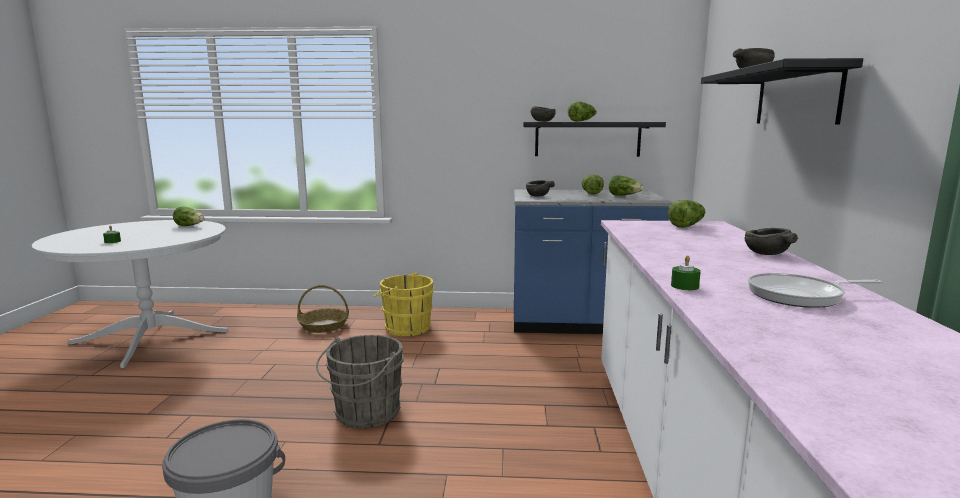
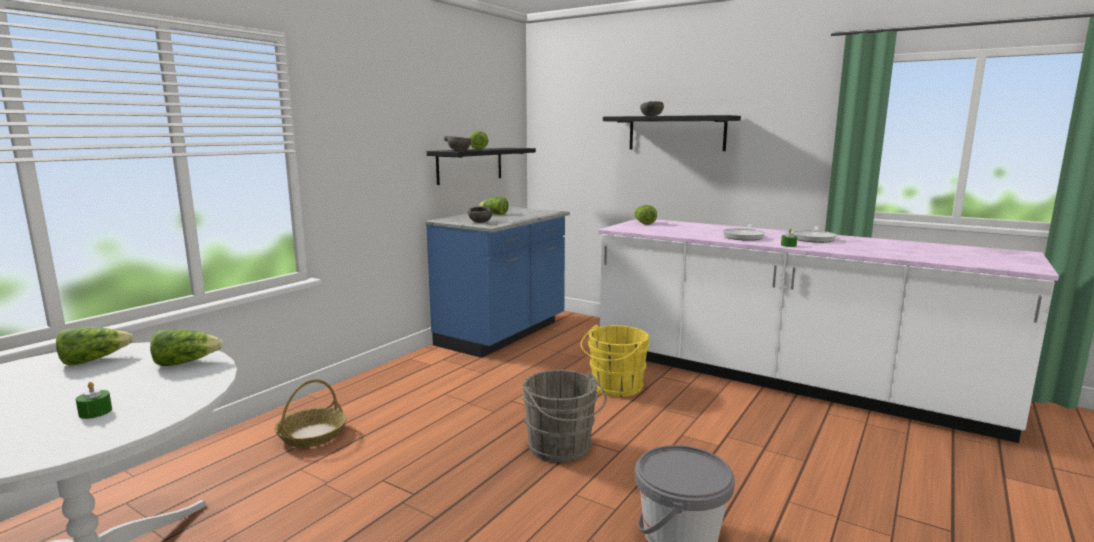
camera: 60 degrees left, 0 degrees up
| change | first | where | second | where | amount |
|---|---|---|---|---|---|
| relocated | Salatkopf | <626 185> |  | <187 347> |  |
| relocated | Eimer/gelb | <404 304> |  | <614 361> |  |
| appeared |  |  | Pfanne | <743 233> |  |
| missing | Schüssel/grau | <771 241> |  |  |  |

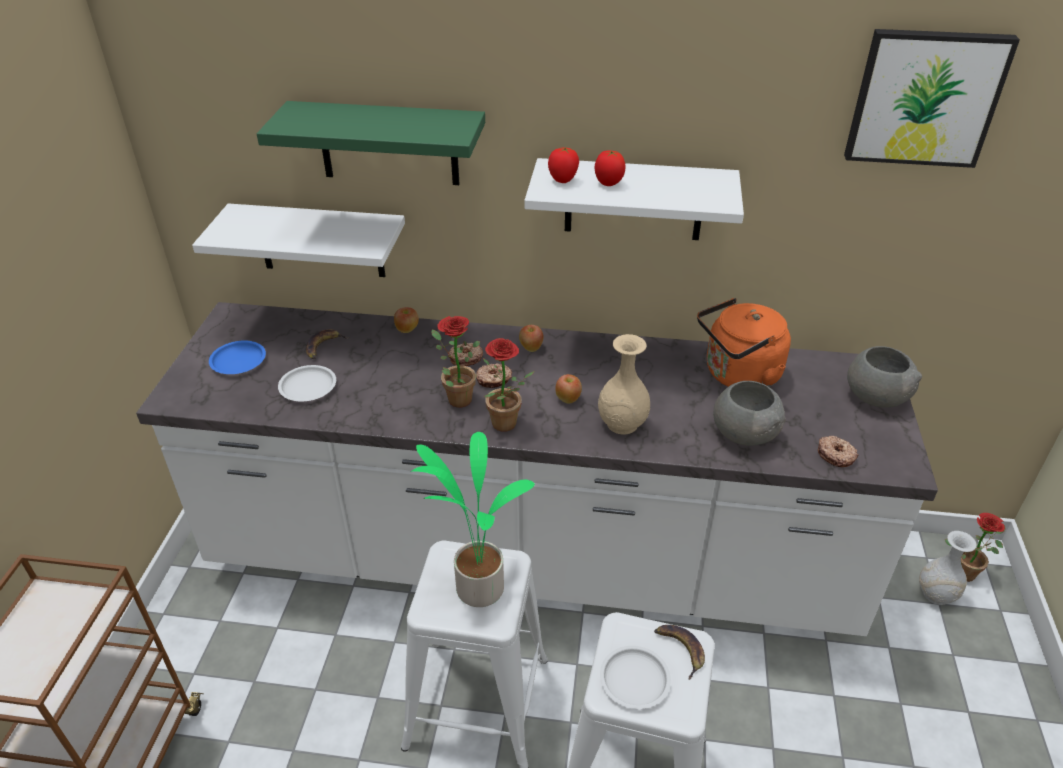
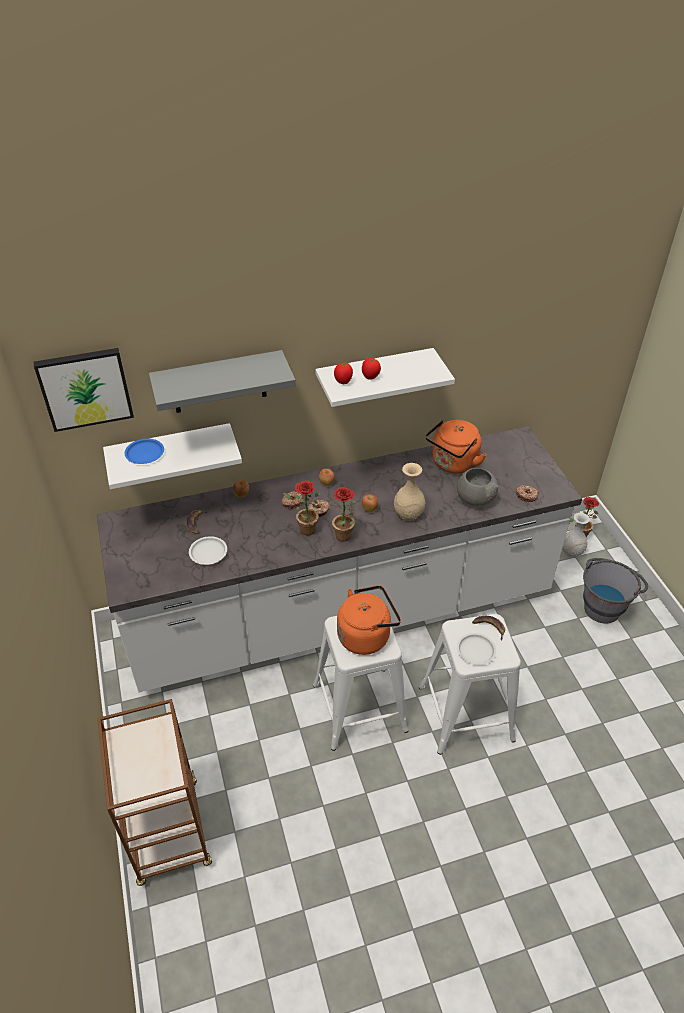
camera: 25 degrees left, 5 degrees up
| change | first | where | second | where | amount |
|---|---|---|---|---|---|
| relocated | Bild | <932 98> |  | <84 390> |  |
| relocated | Teller/blau | <237 357> |  | <144 451> |  |
| colour | Wandregal/grün | <371 143> | Wandregal/grau | <222 381> |  |
| exchanged | Topfpflanze | <473 519> | Wasserkessel/orange | <369 620> |  |
| appeared |  |  | Eimer/grau | <615 591> |  |
| missing | Schüssel/grau | <884 377> |  |  |  |

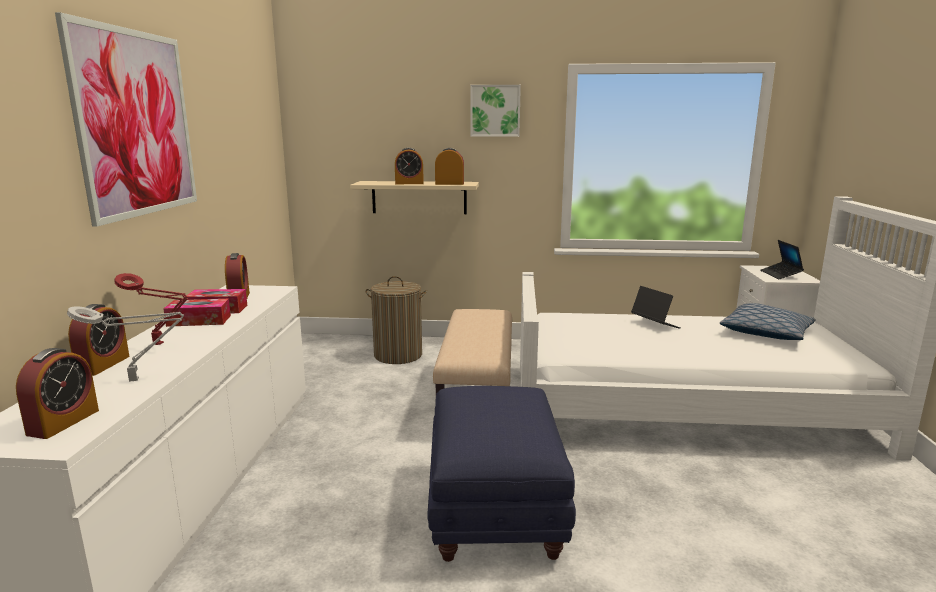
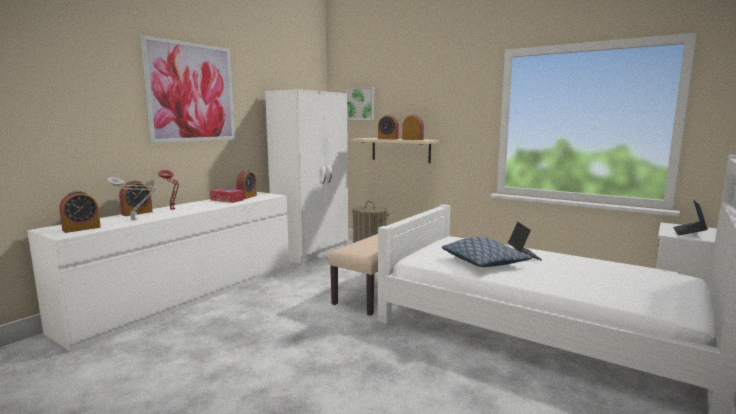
camera: 30 degrees right, 5 degrees down
| change | first | where | second | where | amount |
|---|---|---|---|---|---|
| appeared |  |  | Kleiderschrank/weiß | <306 176> |  |
| relocated | Bild | <495 111> |  | <360 103> |  |
| relocated | Kissen | <768 321> |  | <487 252> |  |
| missing | Taschentuchbox | <197 313> |  |  |  |
| missing | Polsterhocker/blau | <501 474> |  |  |  |

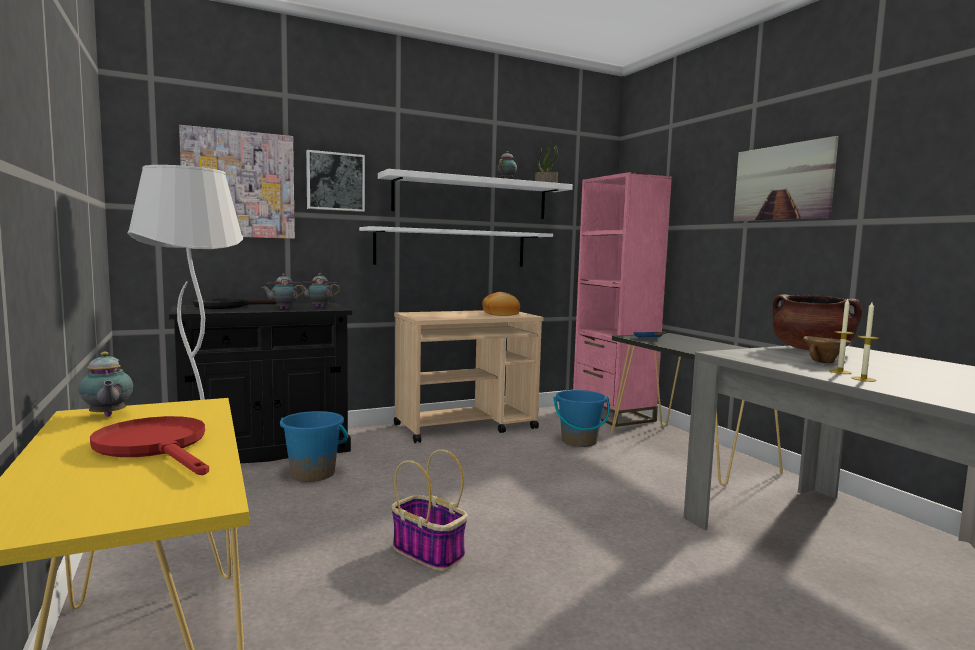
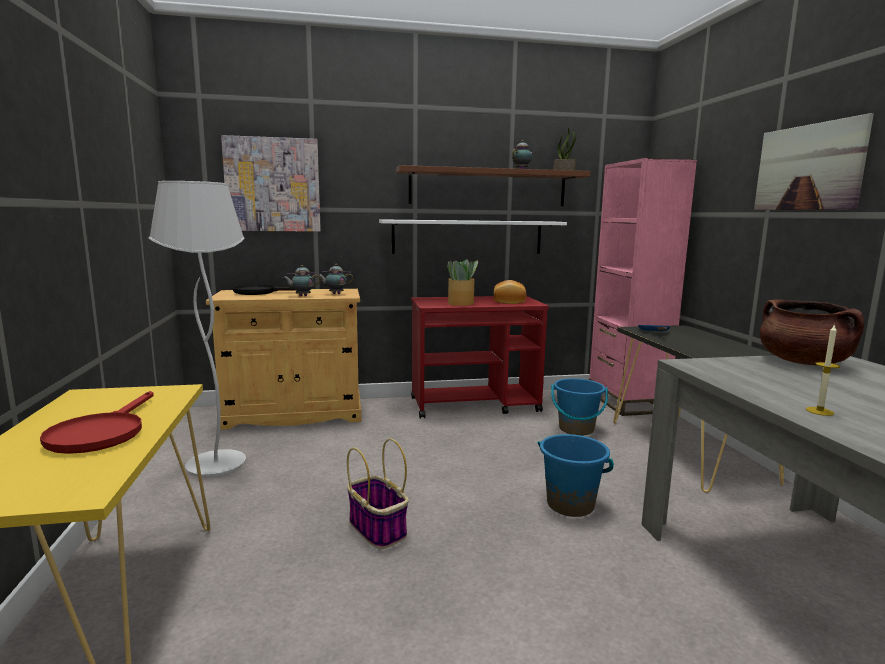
camera: 15 degrees right, 5 degrees up
| change | first | where | second | where | amount |
|---|---|---|---|---|---|
| spun | Pfanne/rot | <149 445> |  | <97 422> | 150 degrees counterclockwise |
| colour | Schrank/schwarz | <260 383> | Schrank/beige | <283 359> |  |
| colour | Wandregal/weiß | <475 194> | Wandregal/braun | <493 185> |  |
| colour | Rollwagen/beige | <468 376> | Rollwagen/rot | <480 357> |  |
| appeared |  |  | Topfpflanze | <462 282> |  |
| relocated | Eimer/blau | <314 446> |  | <576 475> |  |
| missing | Teekanne | <106 384> |  |  |  |
| missing | Bild | <335 181> |  |  |  |
| missing | Schüssel/braun | <827 349> |  |  |  |
| missing | Kerze | <841 336> |  |  |  |

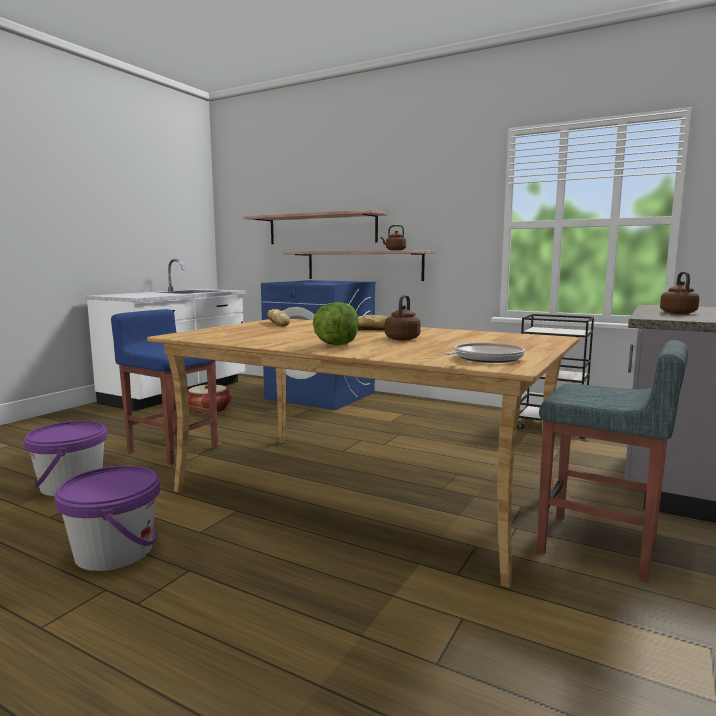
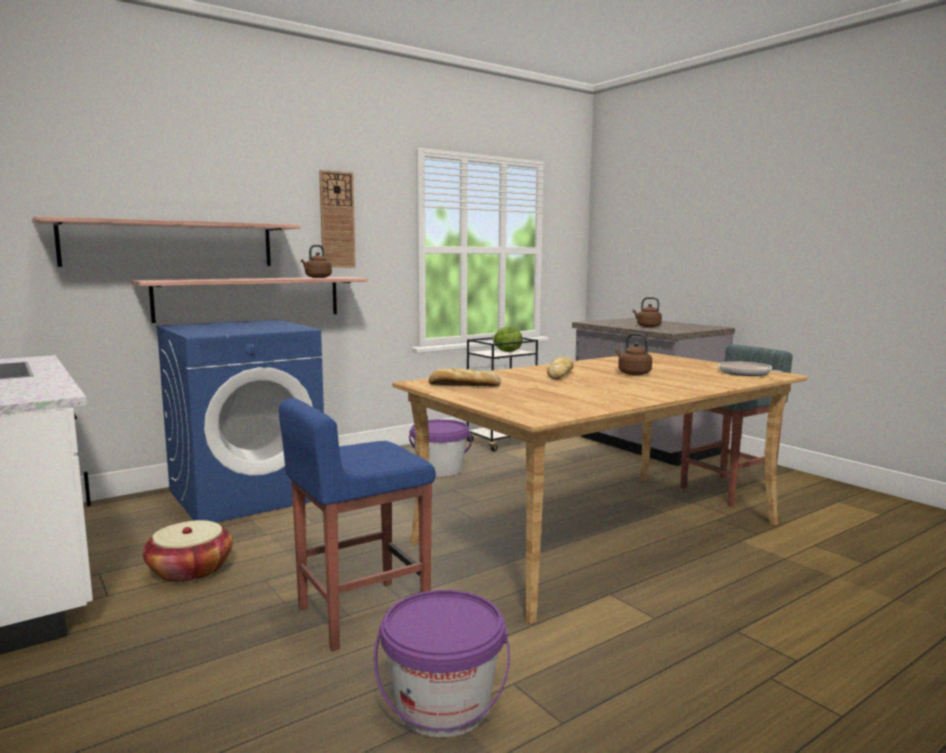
camera: 65 degrees left, 0 degrees up
| change | first | where | second | where | amount |
|---|---|---|---|---|---|
| appeared |  |  | Wanduhr | <337 219> |  |
| relocated | Eimer/lila | <107 518> |  | <440 448> |  |
| relocated | Salatkopf | <336 324> |  | <507 339> |  |

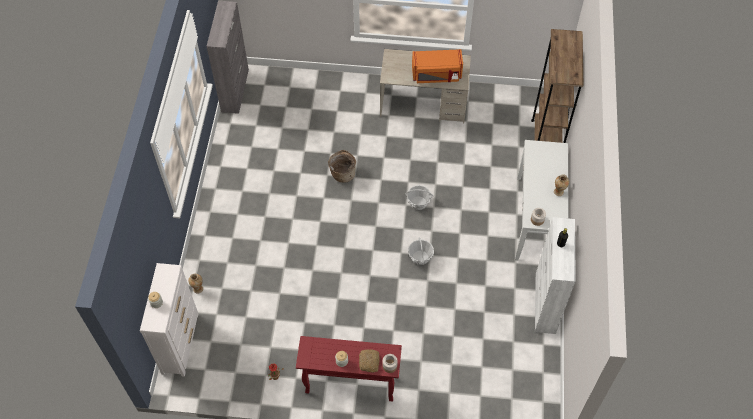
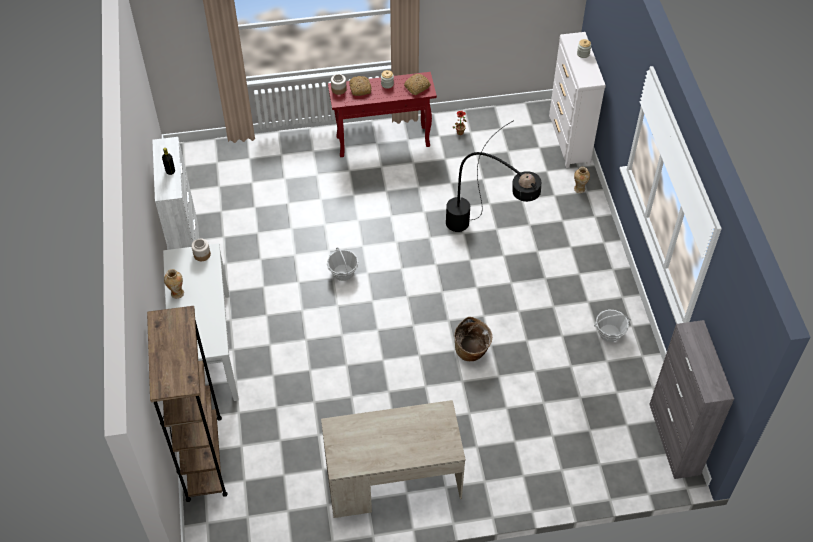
camera: 165 degrees right, 5 degrees down
| change | first | where | second | where | amount |
|---|---|---|---|---|---|
| appeared |  |  | Brot | <417 84> |  |
| appeared |  |  | Stehlampe/schwarz | <493 176> |  |
| relocated | Korb | <419 197> |  | <612 326> |  |
| missing | Mikrowelle/orange | <437 66> |  |  |  |

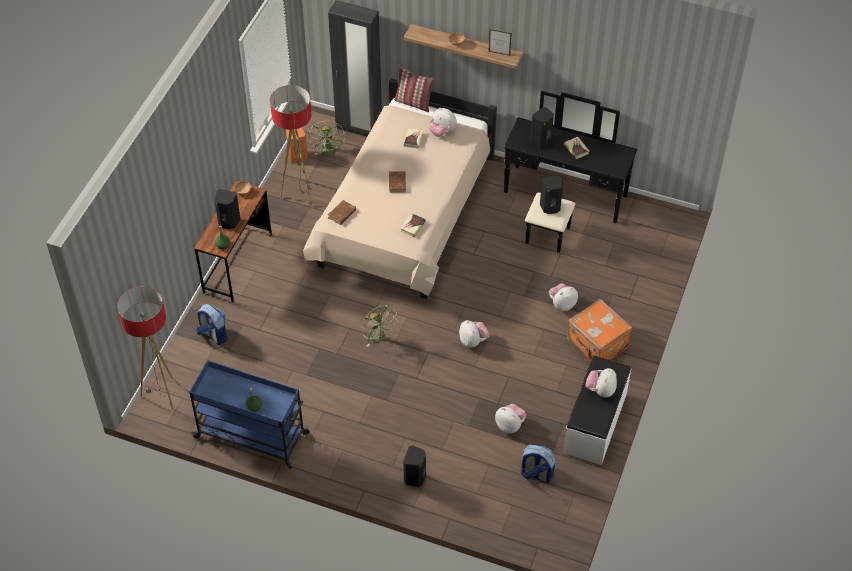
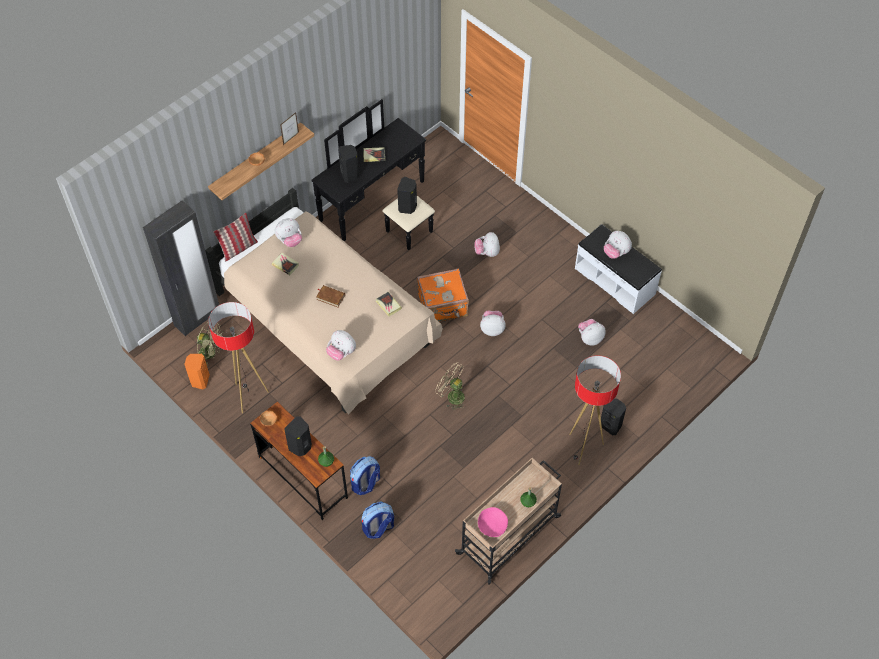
camera: 65 degrees left, 5 degrees up
| change | first | where | second | where | amount |
|---|---|---|---|---|---|
| exchanged | Buch/braun | <342 212> | Plüschtier | <341 345> |  |
| relocated | Rucksack | <538 464> |  | <365 475> |  |
| relocated | Koffer/orange | <599 330> |  | <443 295> |  |
| spun | Ventilator/beige | <379 326> |  | <450 386> | 135 degrees counterclockwise |
| colour | Rollwagen/blau | <249 414> | Rollwagen/beige | <508 521> |  |
| appeared |  |  | Schüssel/rosa | <493 522> |  |
| relocated | Stehlampe | <145 347> |  | <595 410> |  |

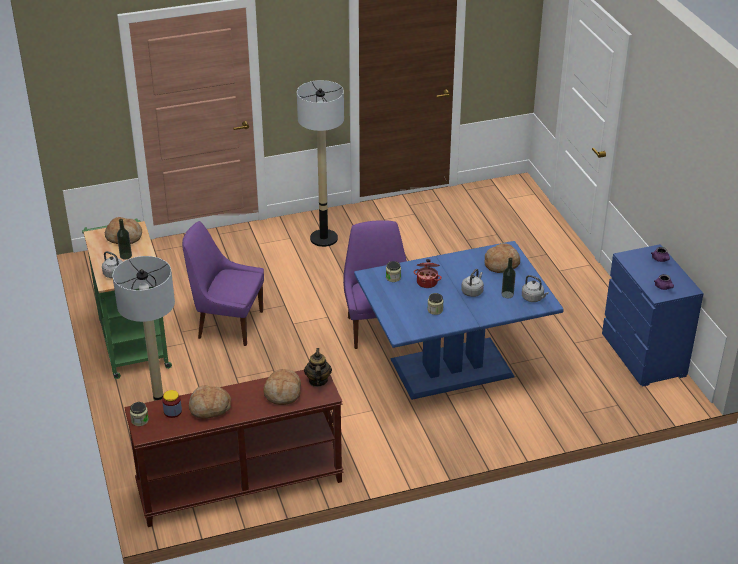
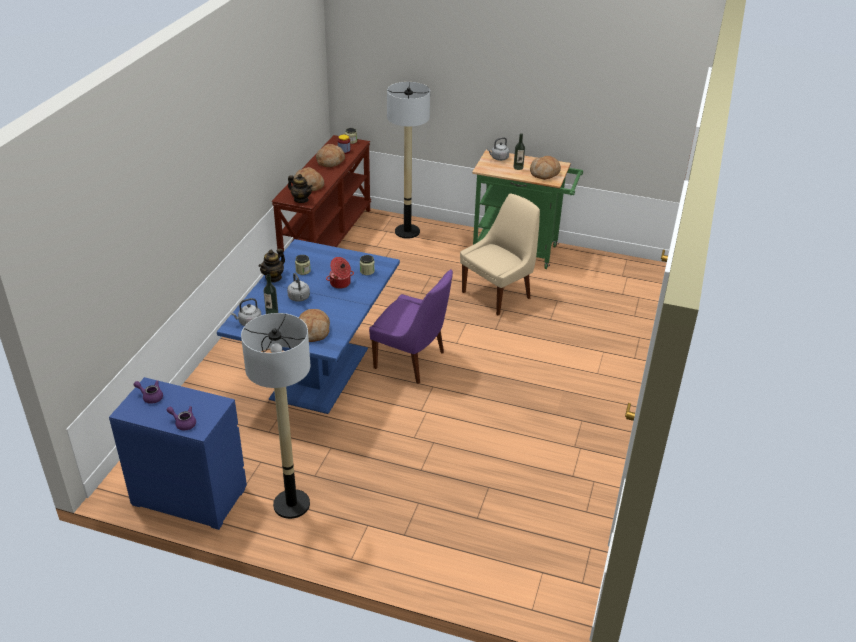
camera: 125 degrees right, 0 degrees up
| change | first | where | second | where | amount |
|---|---|---|---|---|---|
| relocated | Stehlampe | <320 163> |  | <275 416> |  |
| appeared |  |  | Teekanne | <272 266> |  |
| colour | Stuhl/lila | <223 283> | Stuhl/beige | <500 254> |  |

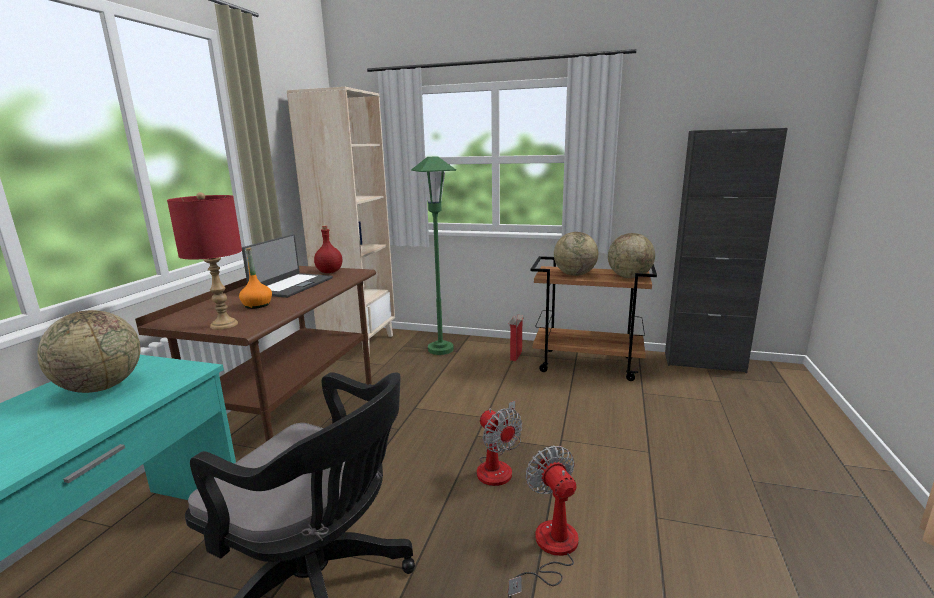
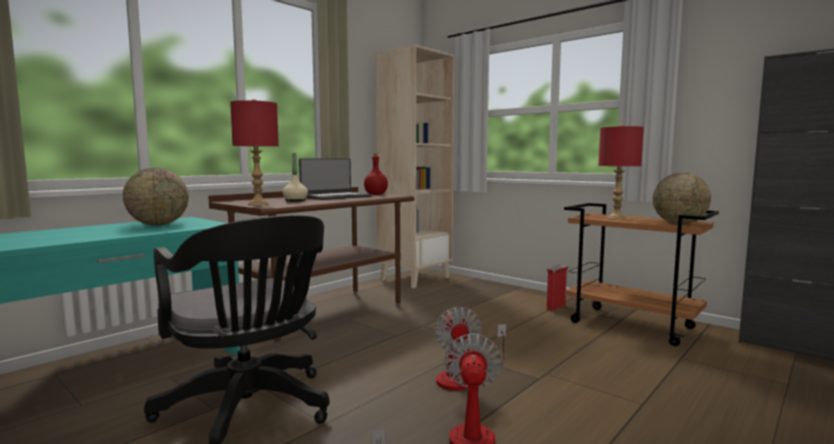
camera: 25 degrees right, 10 degrees down
| change | first | where | second | where | amount |
|---|---|---|---|---|---|
| colour | Flasche/orange | <255 278> | Flasche/beige | <295 177> |  |
| exchanged | Globus | <576 254> | Tischlampe/rot | <621 172> |  |
| missing | Stehlampe/grün | <433 255> |  |  |  |

